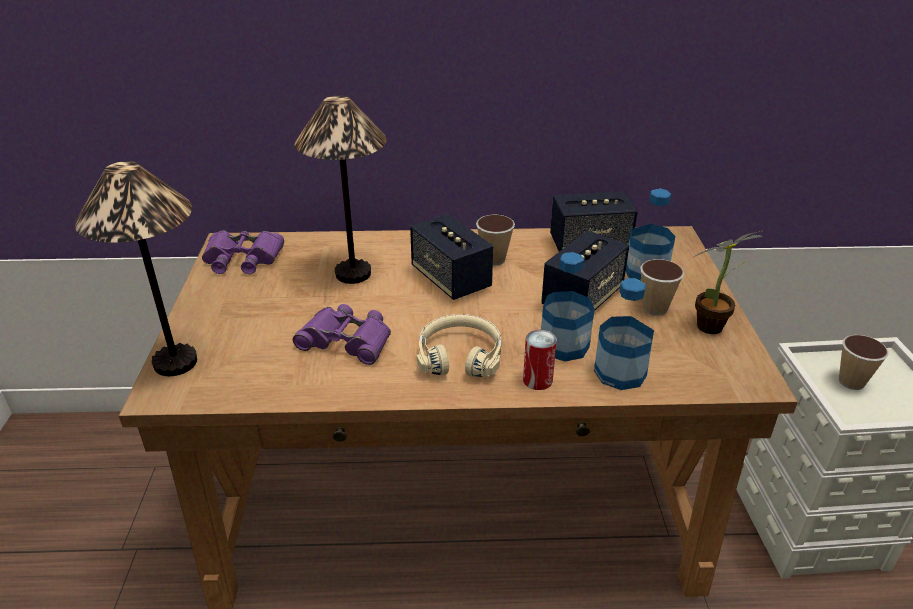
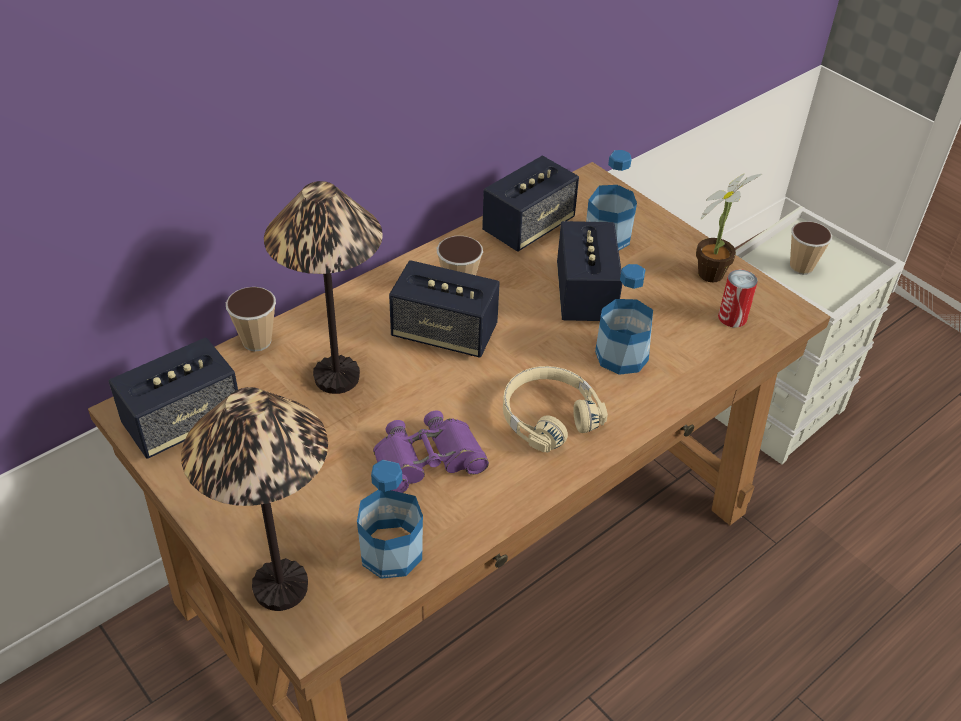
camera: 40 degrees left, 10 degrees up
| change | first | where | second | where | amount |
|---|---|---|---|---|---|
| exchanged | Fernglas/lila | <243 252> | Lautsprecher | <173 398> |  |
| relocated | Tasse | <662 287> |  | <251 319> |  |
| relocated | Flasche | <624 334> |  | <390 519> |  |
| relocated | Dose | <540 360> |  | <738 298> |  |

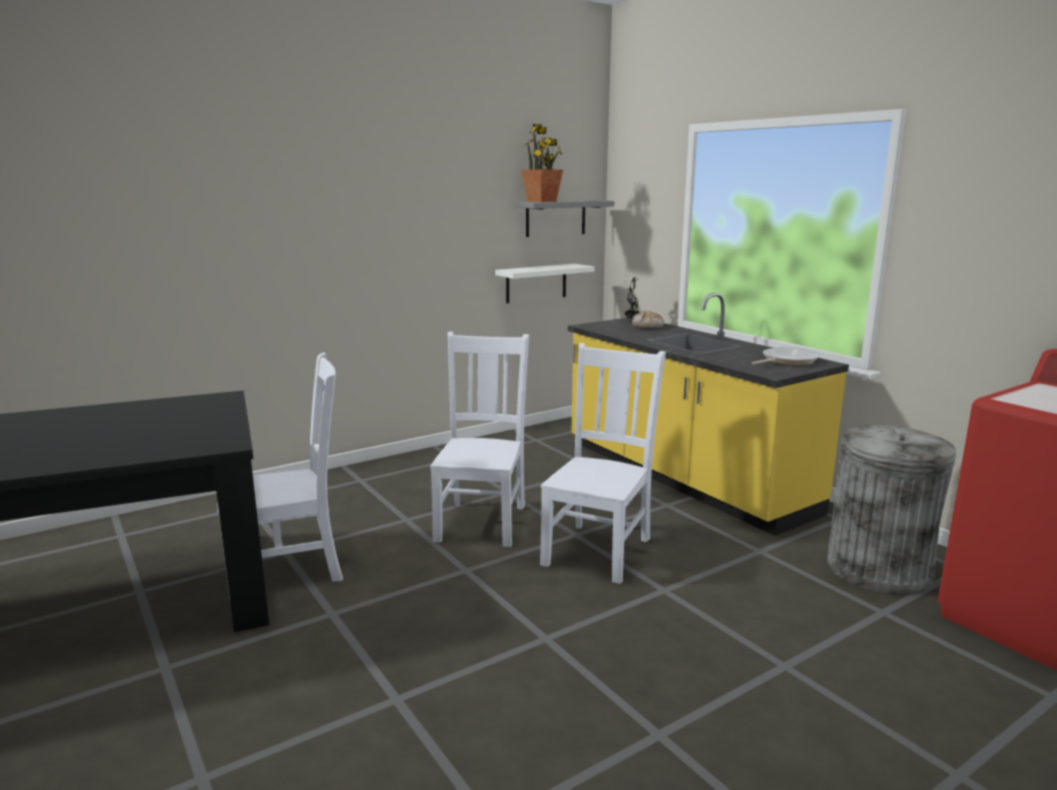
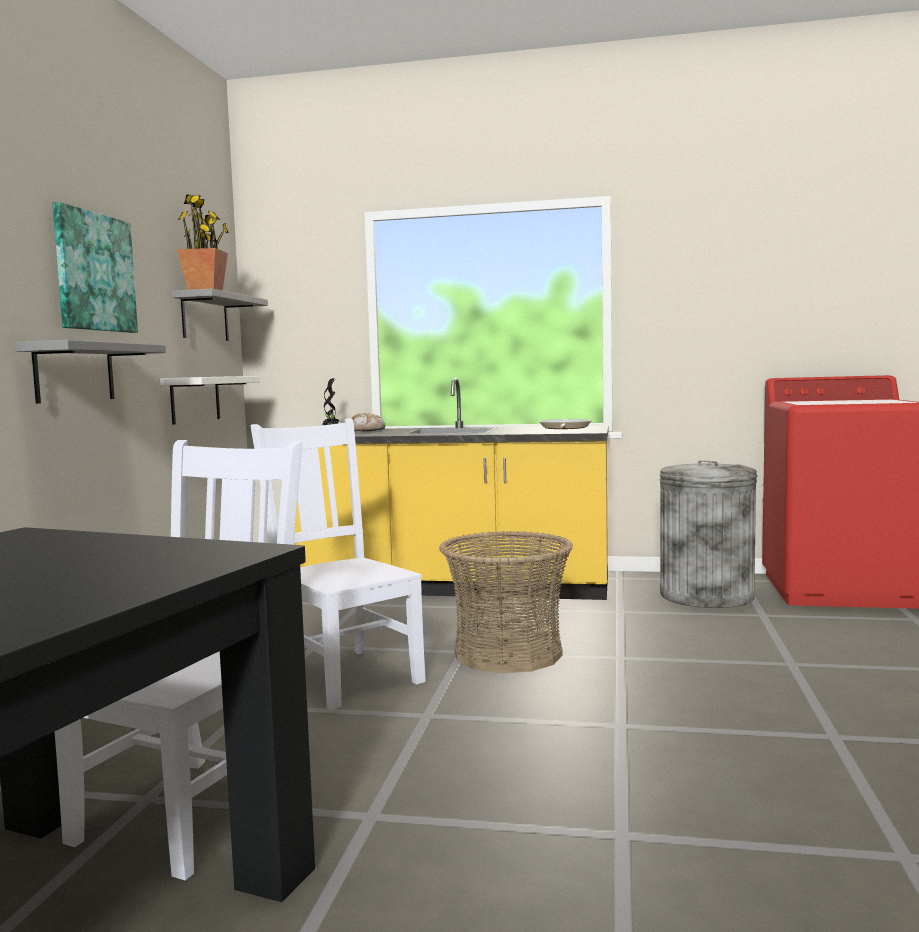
camera: 45 degrees left, 10 degrees down
| change | first | where | second | where | amount |
|---|---|---|---|---|---|
| appeared |  |  | Wandregal/grau | <90 372> |  |
| appeared |  |  | Bild | <95 267> |  |
| exchanged | Stuhl/weiß | <603 463> | Korb | <506 602> |  |

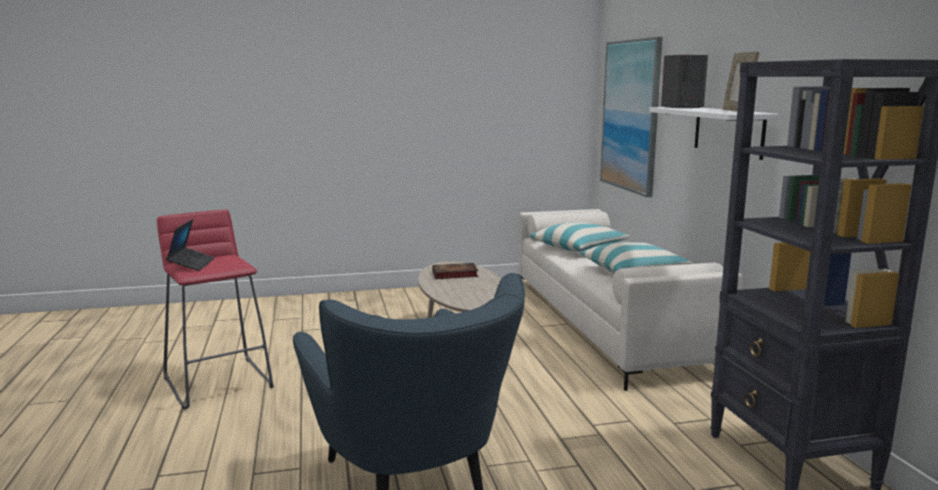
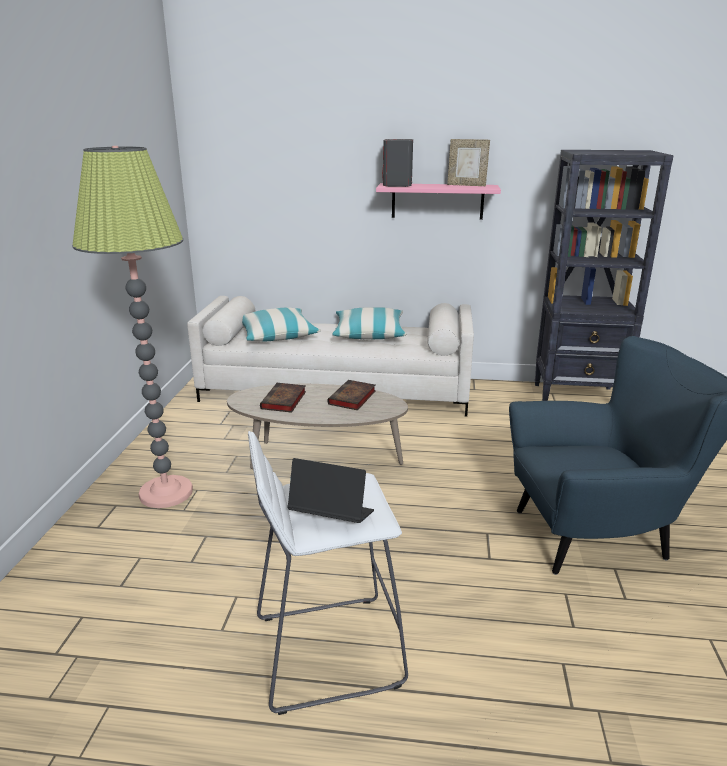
camera: 70 degrees left, 10 degrees up
| change | first | where | second | where | amount |
|---|---|---|---|---|---|
| appeared |  |  | Stehlampe | <132 327> |  |
| colour | Hocker/rot | <215 310> | Hocker/weiß | <328 573> |  |
| appeared |  |  | Buch | <352 395> |  |
| colour | Wandregal/weiß | <714 133> | Wandregal/rosa | <438 201> |  |
| missing | Bild | <631 117> |  |  |  |

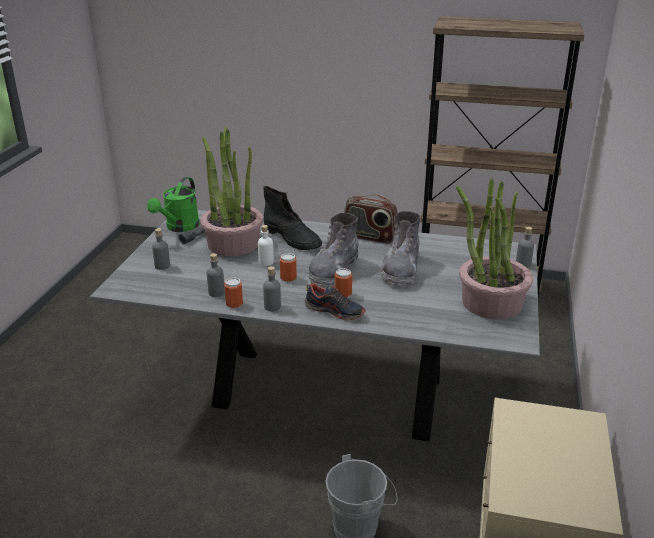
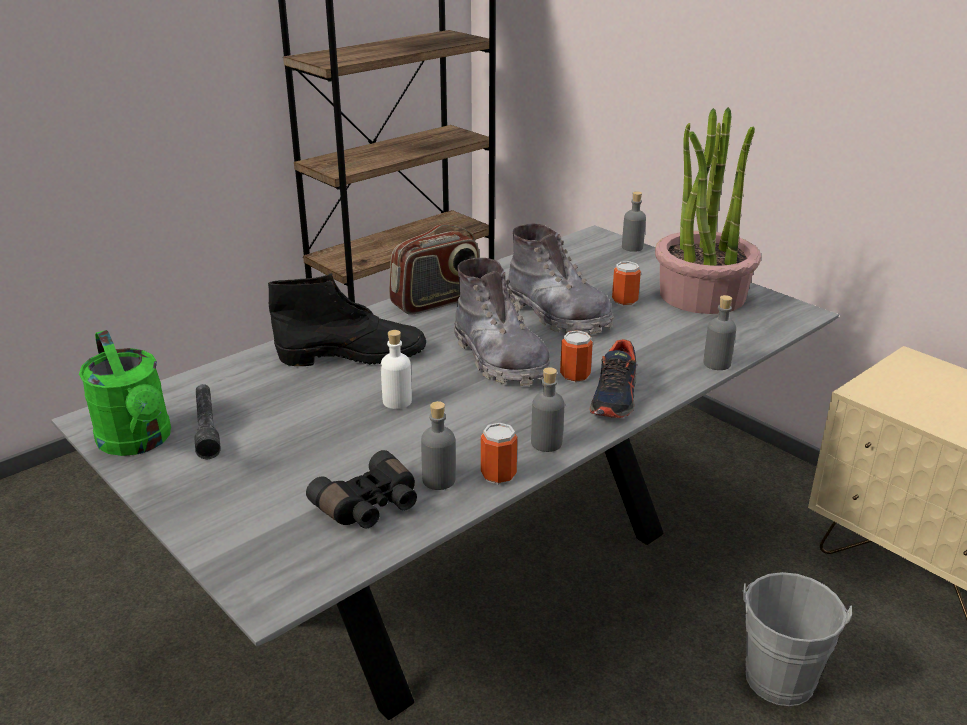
camera: 55 degrees left, 0 degrees up
| change | first | where | second | where | amount |
|---|---|---|---|---|---|
| appeared |  |  | Fernglas/schwarz | <361 489> |  |
| spun | Schuh | <335 301> |  | <613 378> | 135 degrees clockwise |
| relocated | Dose | <288 267> |  | <626 283> |  |
| relocated | Flasche/grau | <161 249> |  | <719 332> |  |
| missing | Topfpflanze | <231 191> |  |  |  |

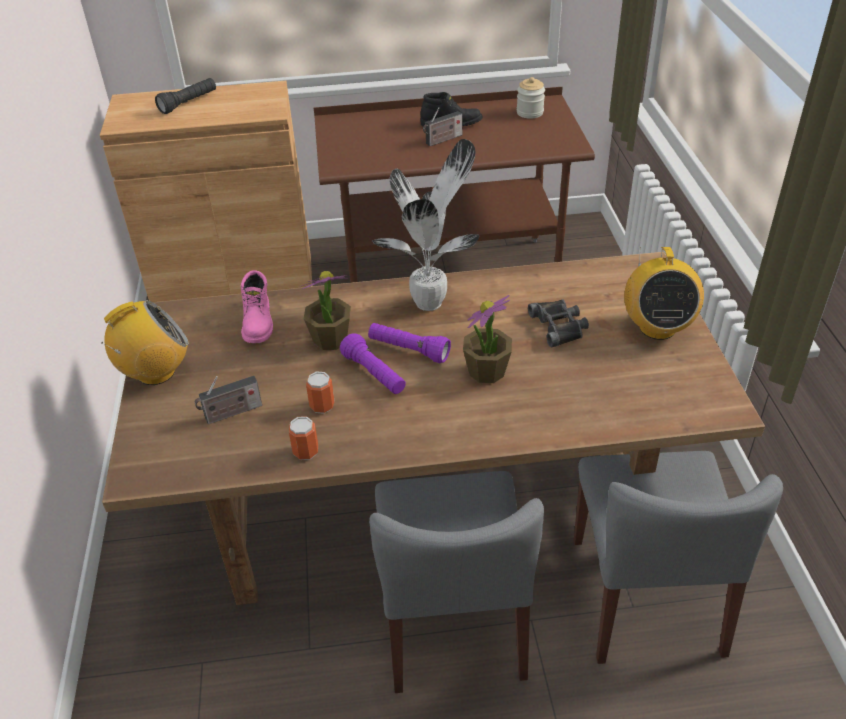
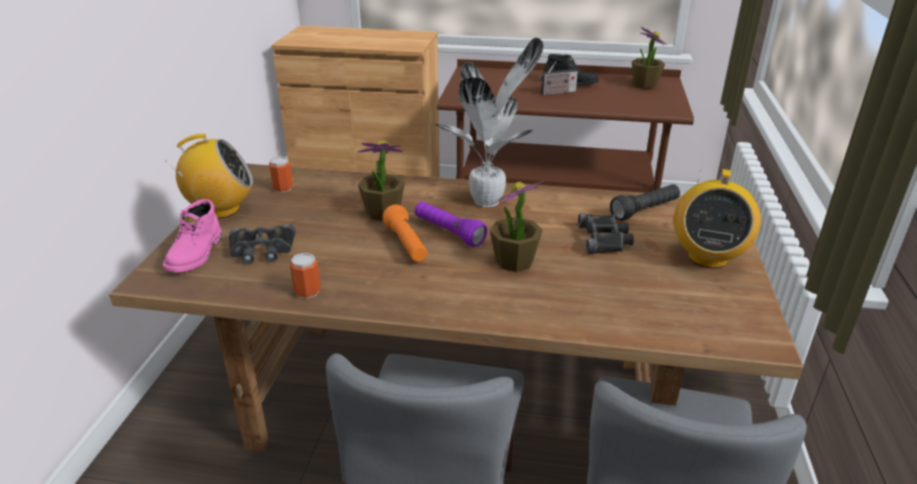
camera: 15 degrees right, 10 degrees down
| change | first | where | second | where | amount |
|---|---|---|---|---|---|
| relocated | Stiefel/rosa | <257 306> |  | <192 235> |  |
| exchanged | Radio | <228 400> | Fernglas/schwarz | <262 244> |  |
| relocated | Dose | <320 392> |  | <281 174> |  |
| colour | Taschenlampe/lila | <373 363> | Taschenlampe/orange | <404 233> |  |
| relocated | Taschenlampe/schwarz | <185 96> |  | <645 202> |  |
| exchanged | Vorratsglas | <531 98> | Topfpflanze | <649 58> |  |

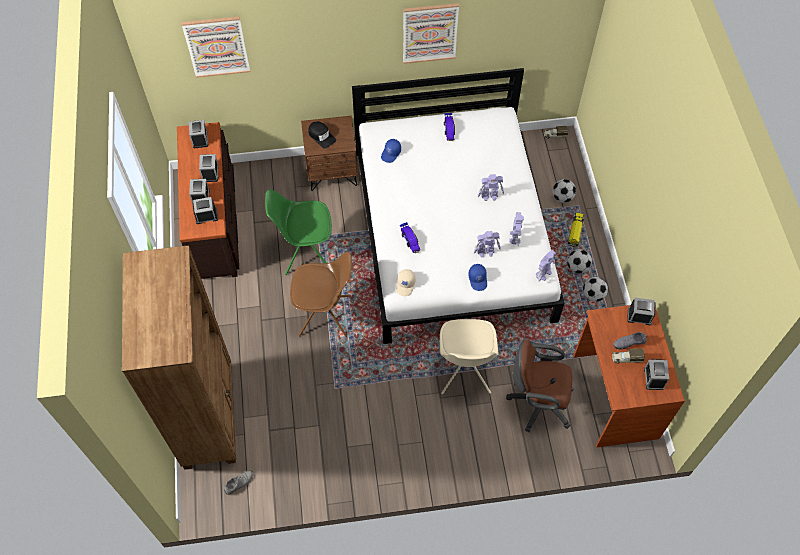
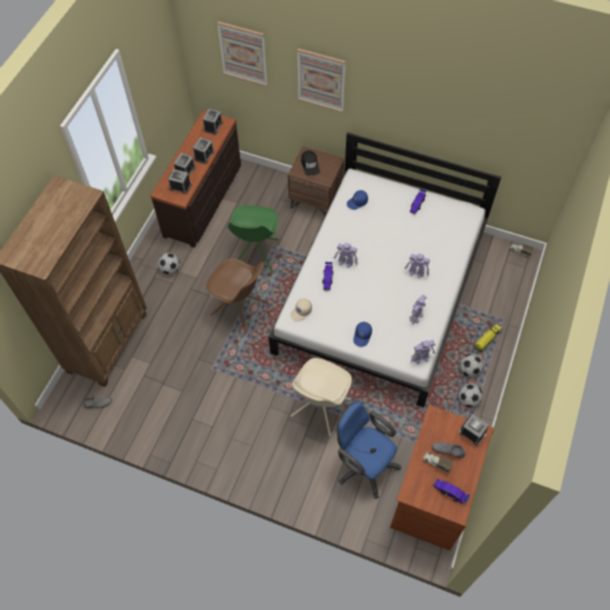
camera: 30 degrees right, 0 degrees up
| change | first | where | second | where | amount |
|---|---|---|---|---|---|
| relocated | Fußball | <564 191> |  | <169 263> |  |
| spun | Stuhl/grün | <298 232> |  | <253 238> | 105 degrees counterclockwise |
| relocated | Bild | <431 33> |  | <321 80> |  |
| relocated | Spielzeugroboter | <487 244> |  | <346 255> |  |
| colour | Bürostuhl/braun | <540 385> | Bürostuhl/blau | <369 450> |  |
| exchanged | Wecker | <656 374> | Spielzeugauto | <451 491> |  |

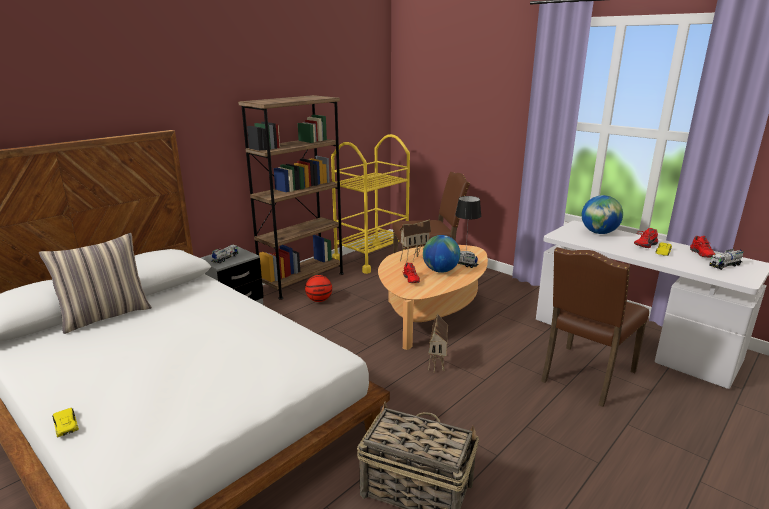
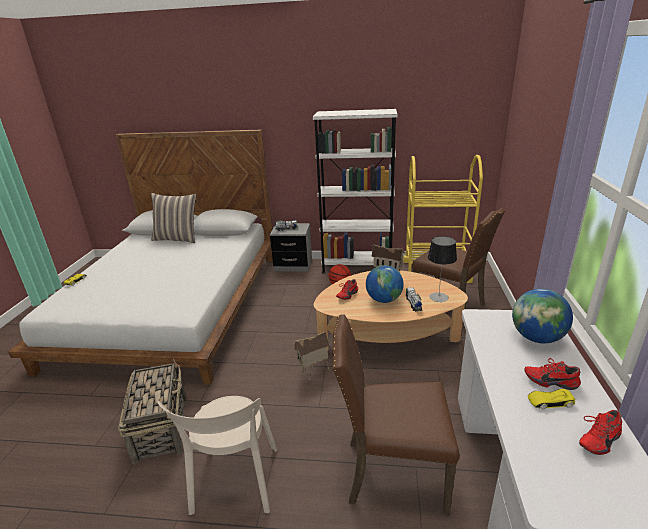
camera: 55 degrees right, 5 degrees up
| change | first | where | second | where | amount |
|---|---|---|---|---|---|
| appeared |  |  | Stuhl/beige | <217 455> |  |
| colour | Bücherregal/braun | <291 197> | Bücherregal/weiß | <355 191> |  |
| missing | Spielzeuglaster | <726 259> |  |  |  |

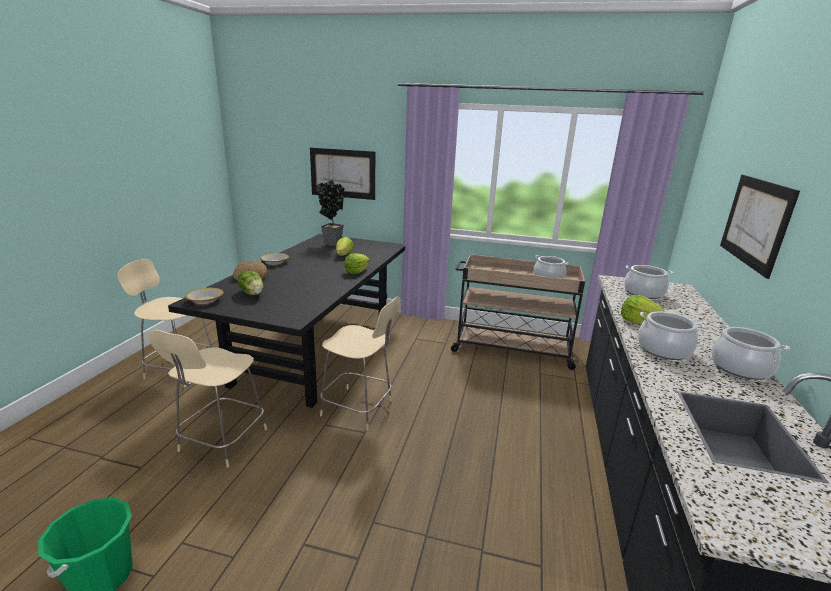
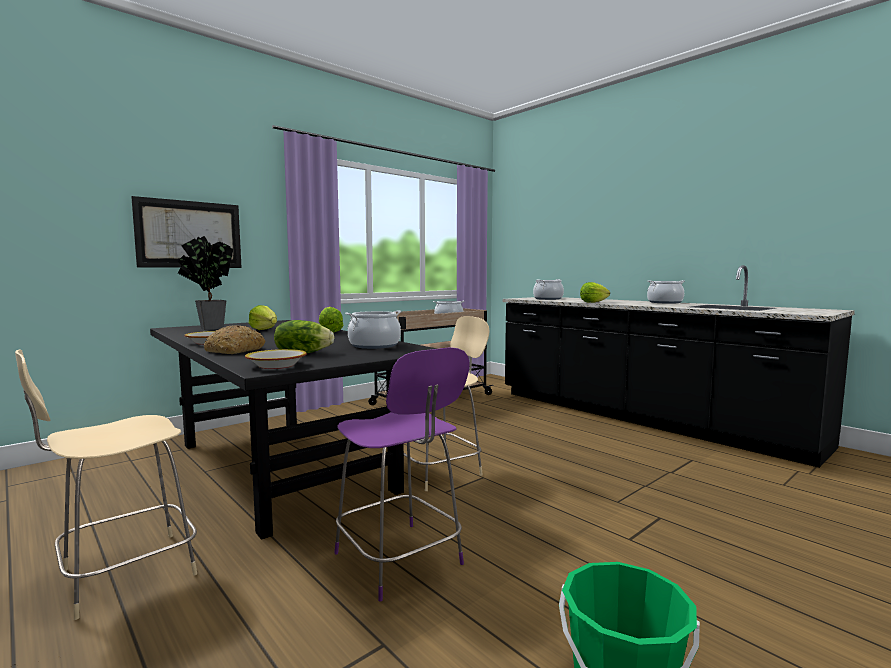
camera: 55 degrees left, 15 degrees down
| change | first | where | second | where | amount |
|---|---|---|---|---|---|
| colour | Stuhl/beige | <207 399> | Stuhl/lila | <402 474> |  |
| relocated | Kochtopf | <672 335> |  | <373 329> |  |
| missing | Bild | <760 227> |  |  |  |

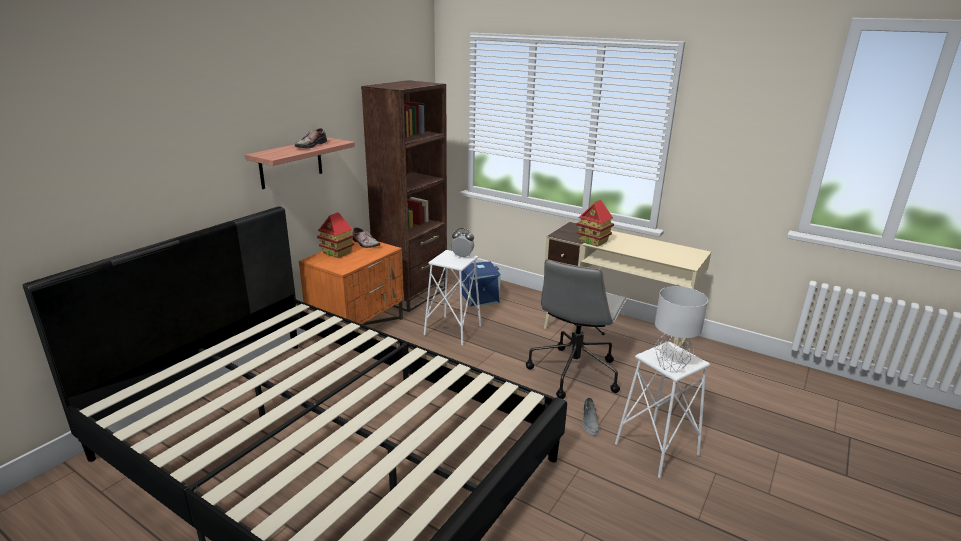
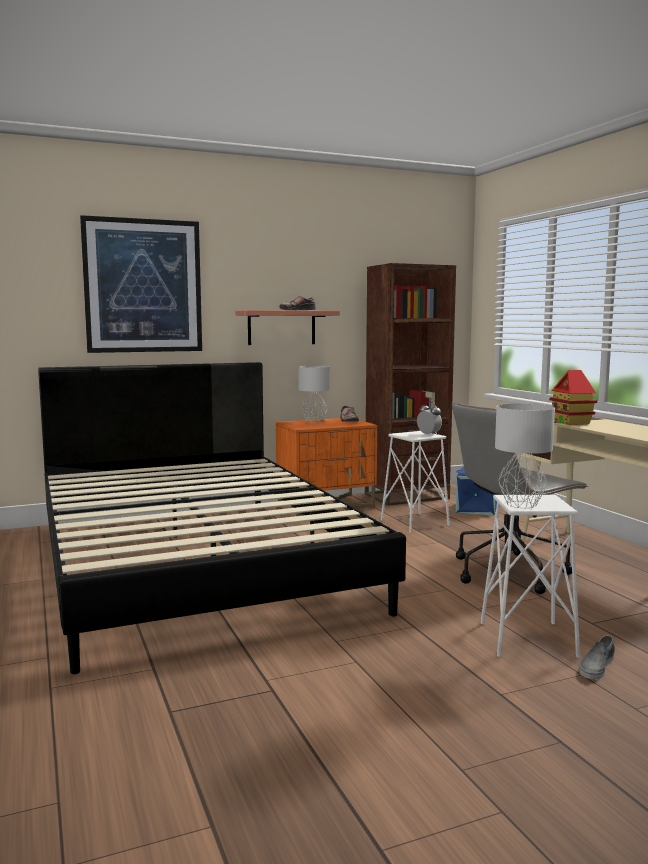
camera: 35 degrees right, 15 degrees down
| change | first | where | second | where | amount |
|---|---|---|---|---|---|
| appeared |  |  | Bild | <141 284> |  |
| exchanged | Spielzeughaus | <336 235> | Tischlampe/grau | <314 394> |  |
| relocated | Schuh/grau | <590 416> |  | <597 657> |  |

